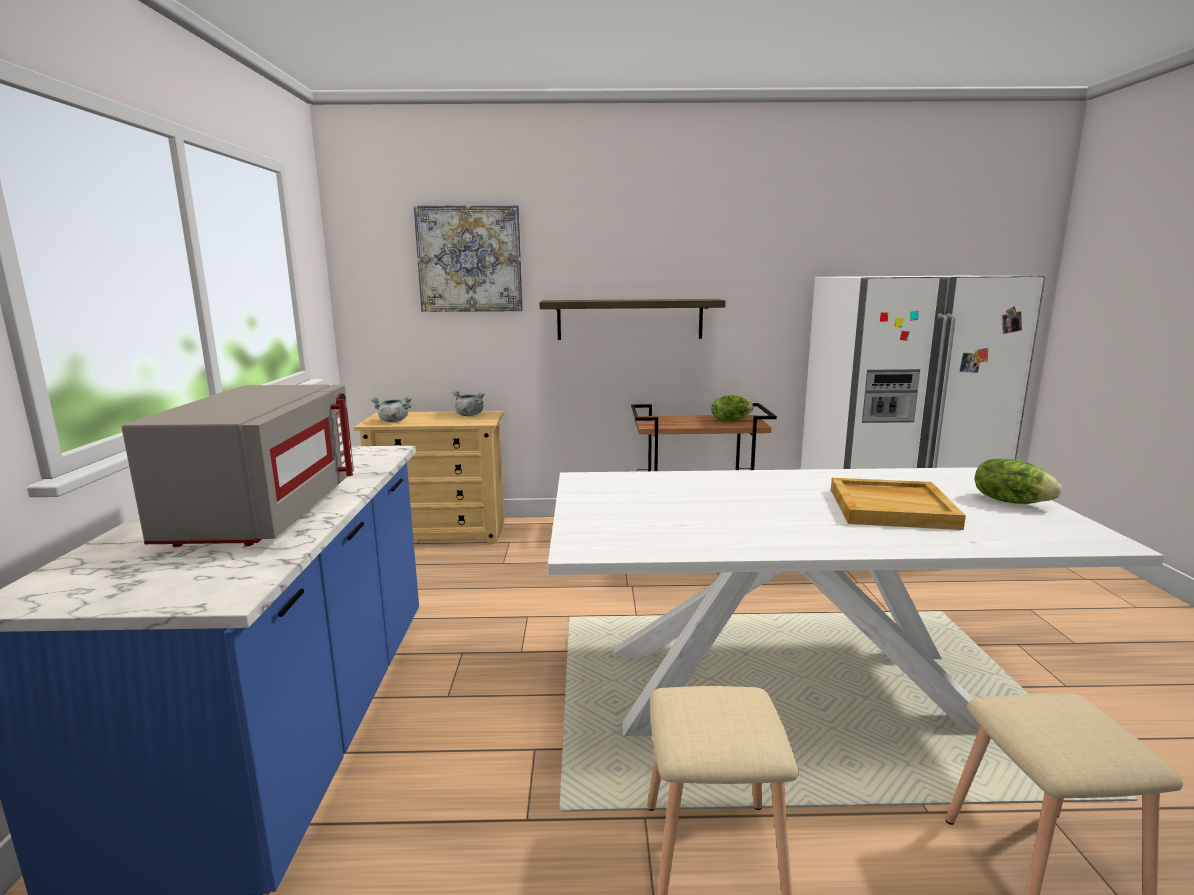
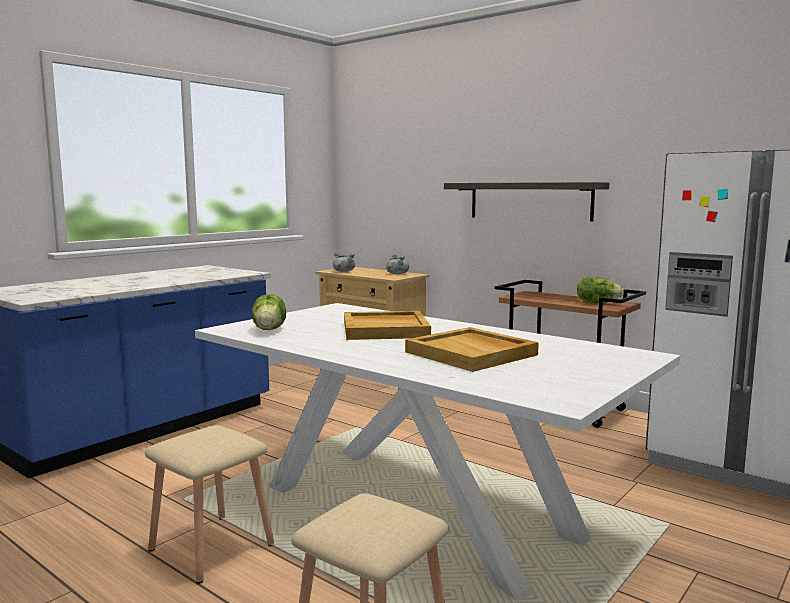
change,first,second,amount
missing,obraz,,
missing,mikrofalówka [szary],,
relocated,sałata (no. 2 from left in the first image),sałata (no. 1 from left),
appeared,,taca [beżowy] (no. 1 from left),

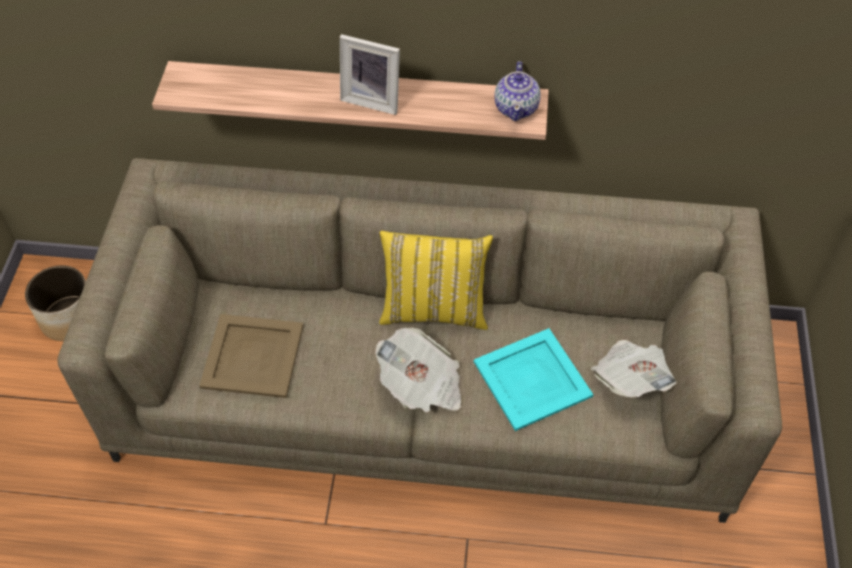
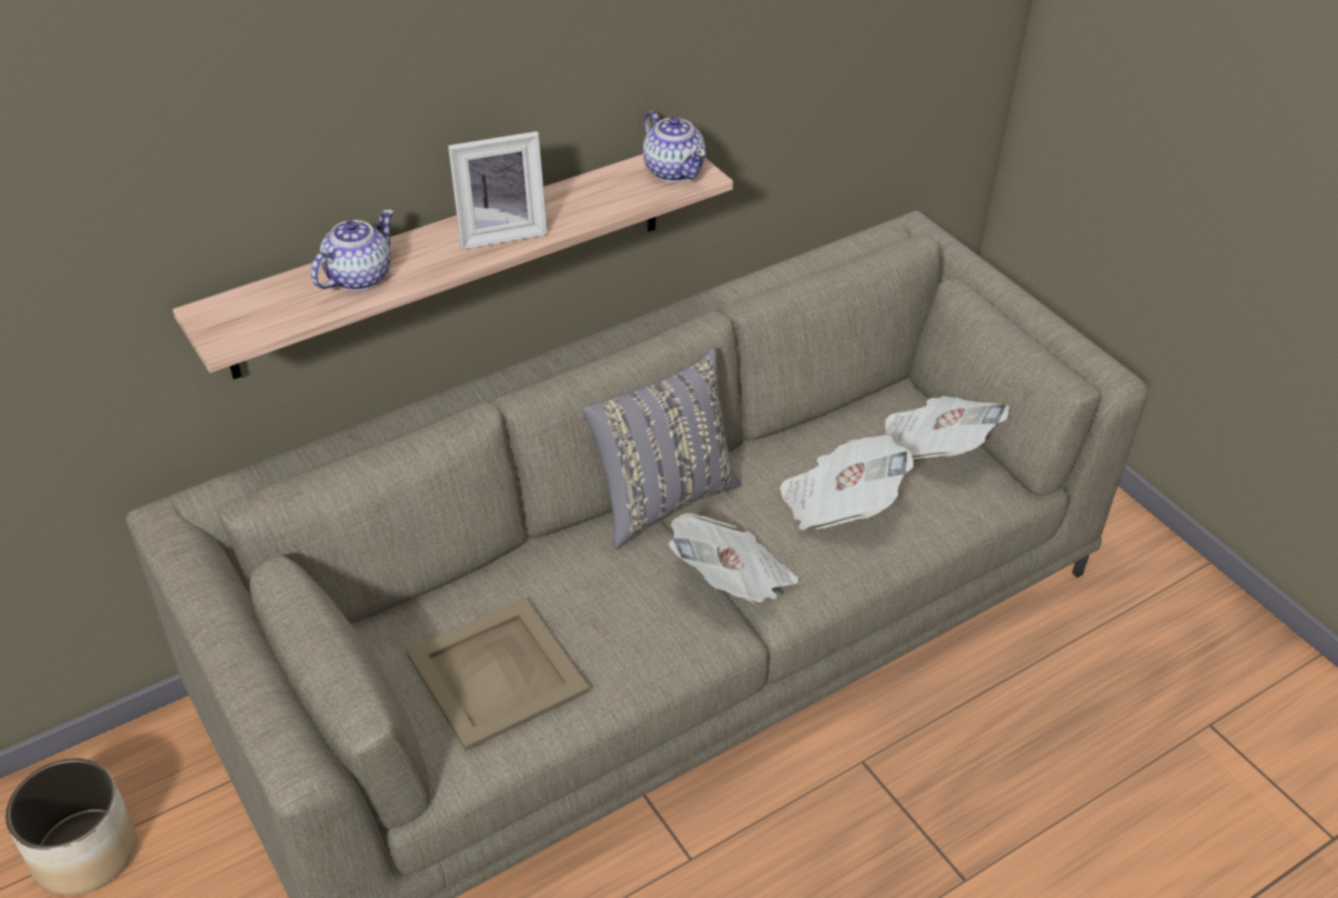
change,first,second,amount
colour,poduszka [żółty],poduszka [szary],
exchanged,taca [turkusowy],gazeta (no. 2 from left),
appeared,,imbryk (no. 1 from left),

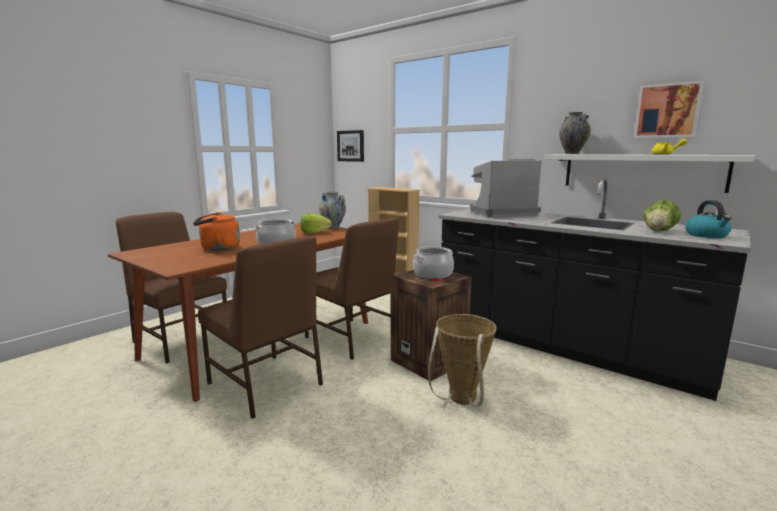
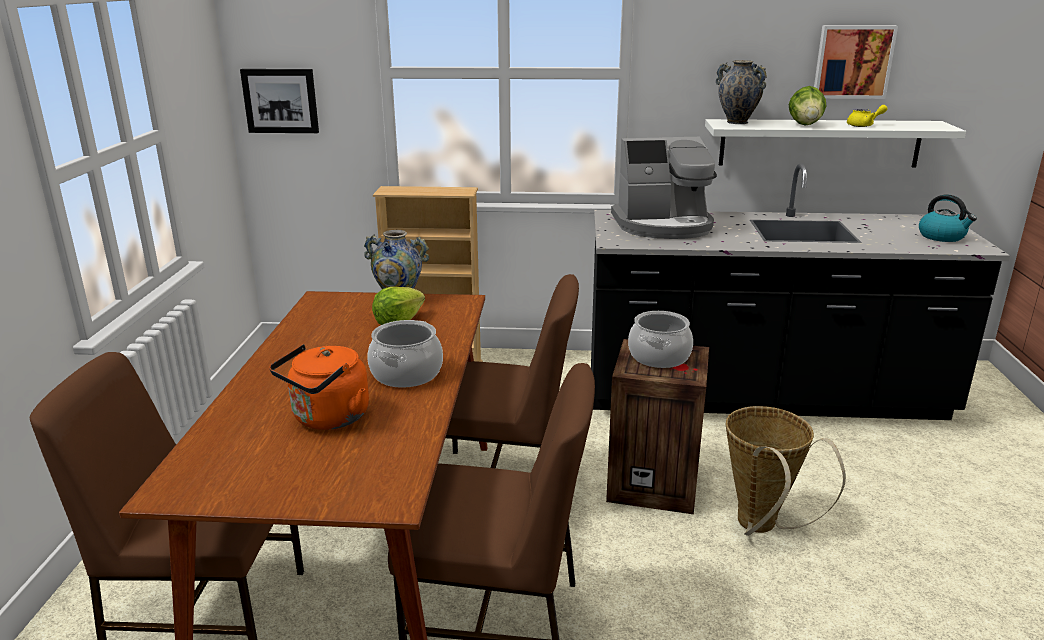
change,first,second,amount
spun,ekspres do kawy,,135 degrees counterclockwise
relocated,sałata (no. 2 from left),,

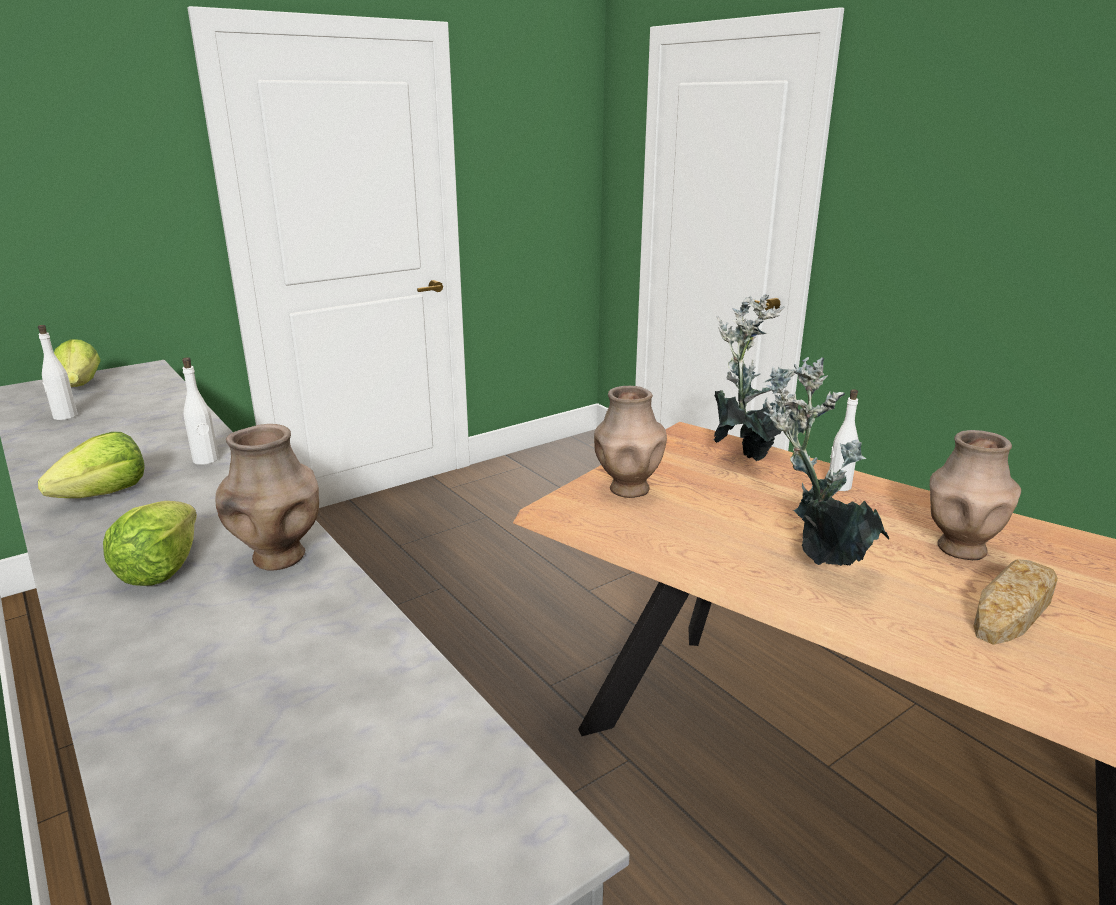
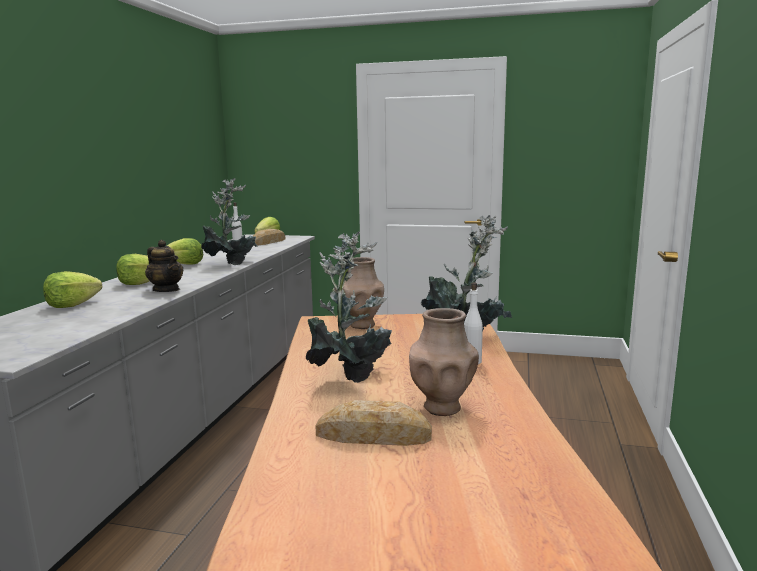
change,first,second,amount
exchanged,butelka [biały] (no. 2 from left),roślina doniczkowa (no. 1 from left),
exchanged,wazon [brązowy] (no. 1 from left),imbryk,
appeared,,chleb (no. 1 from left),
appeared,,sałata (no. 1 from left),

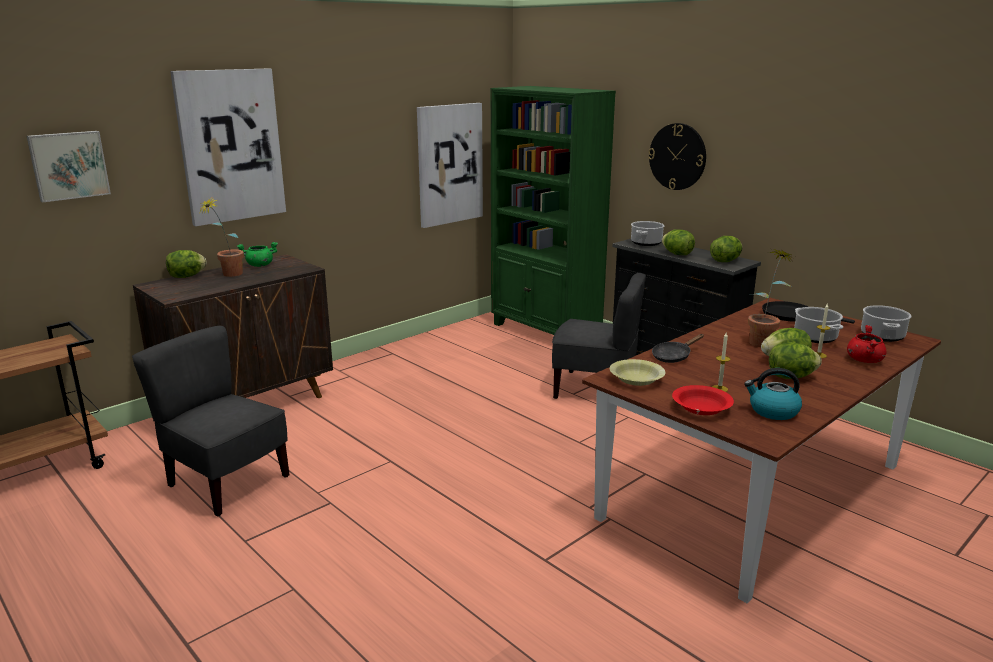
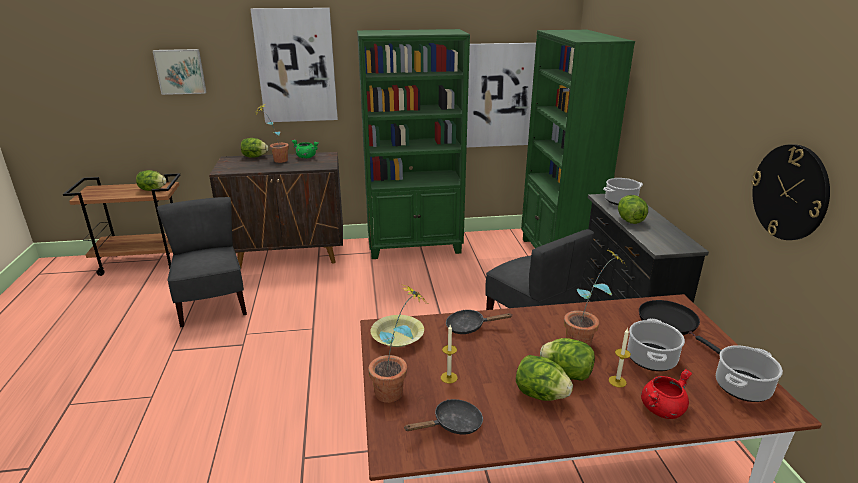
change,first,second,amount
relocated,zegar ścienny,,
relocated,sałata (no. 3 from left in the first image),sałata (no. 1 from left),
exchanged,czajnik,patelnia [czarny] (no. 1 from left),
exchanged,miska [czerwony],roślina doniczkowa (no. 2 from left),
appeared,,regał [zielony] (no. 1 from left),

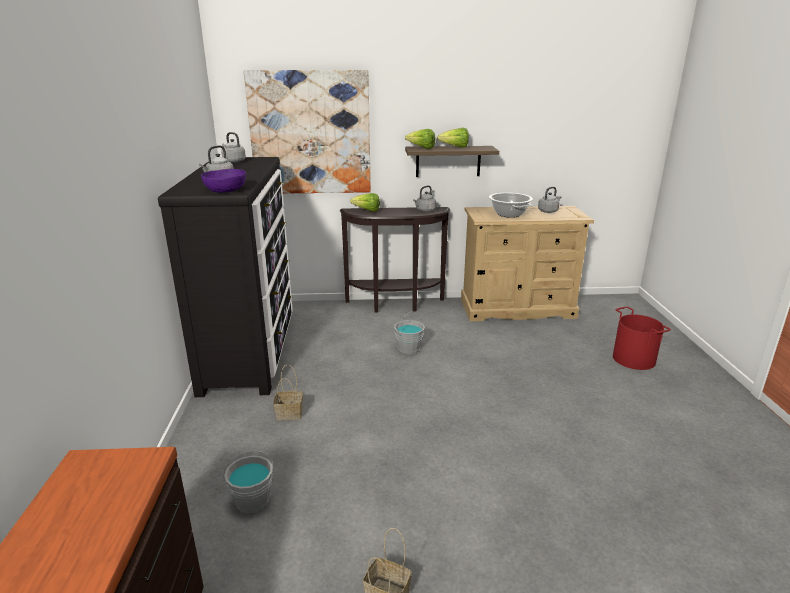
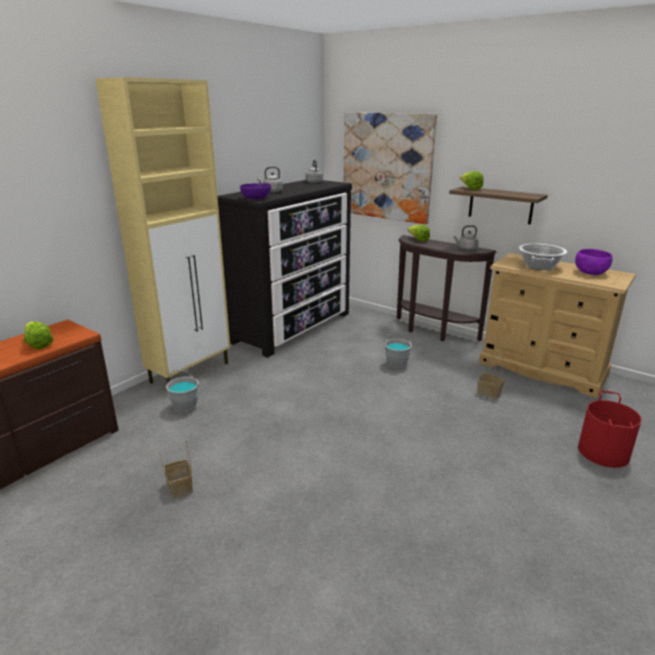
change,first,second,amount
relocated,sałata (no. 3 from left in the first image),sałata (no. 1 from left),
exchanged,czajnik [szary] (no. 4 from left),miska [fioletowy] (no. 2 from left),
relocated,koszyk (no. 1 from left in the first image),koszyk (no. 2 from left),
appeared,,szafka [beżowy],

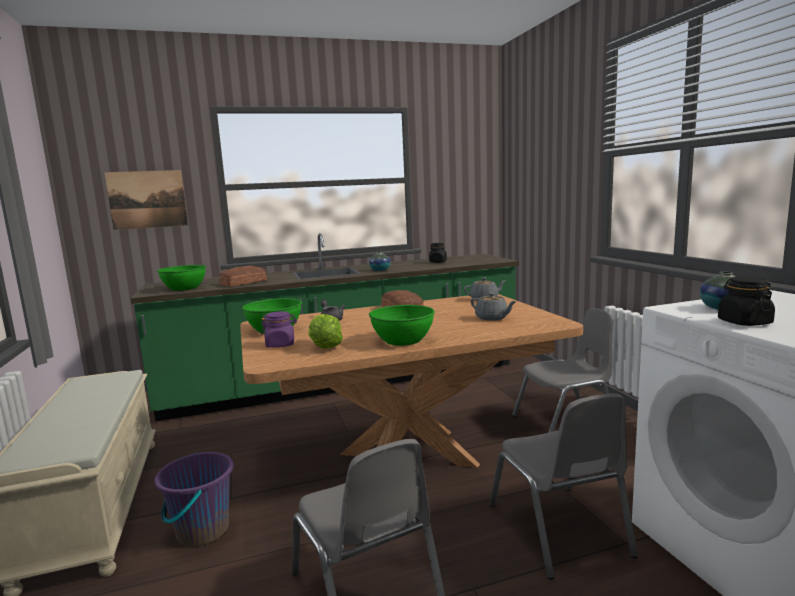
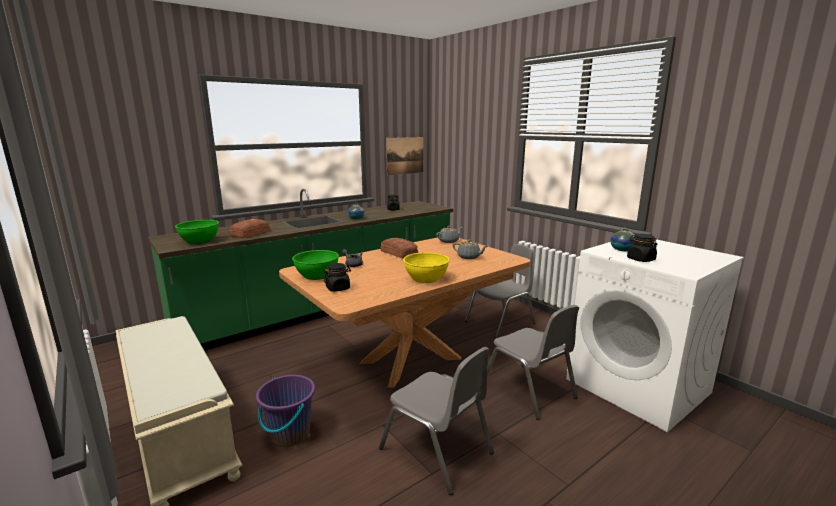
change,first,second,amount
relocated,obraz,,
colour,miska [zielony] (no. 3 from left),miska [żółty],
colour,słoik [fioletowy],słoik [czarny] (no. 1 from left),
missing,sałata,,

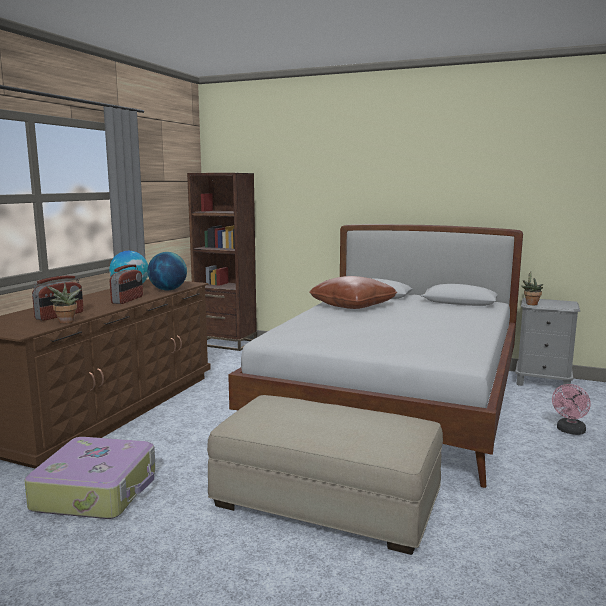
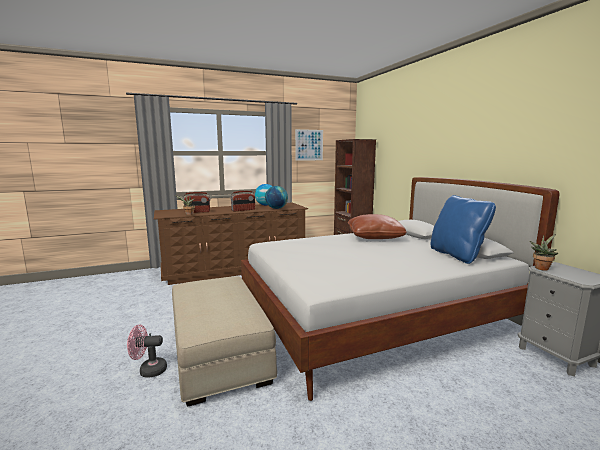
change,first,second,amount
relocated,wentylator [różowy],,
missing,walizka,,
appeared,,obraz,
appeared,,poduszka [niebieski],

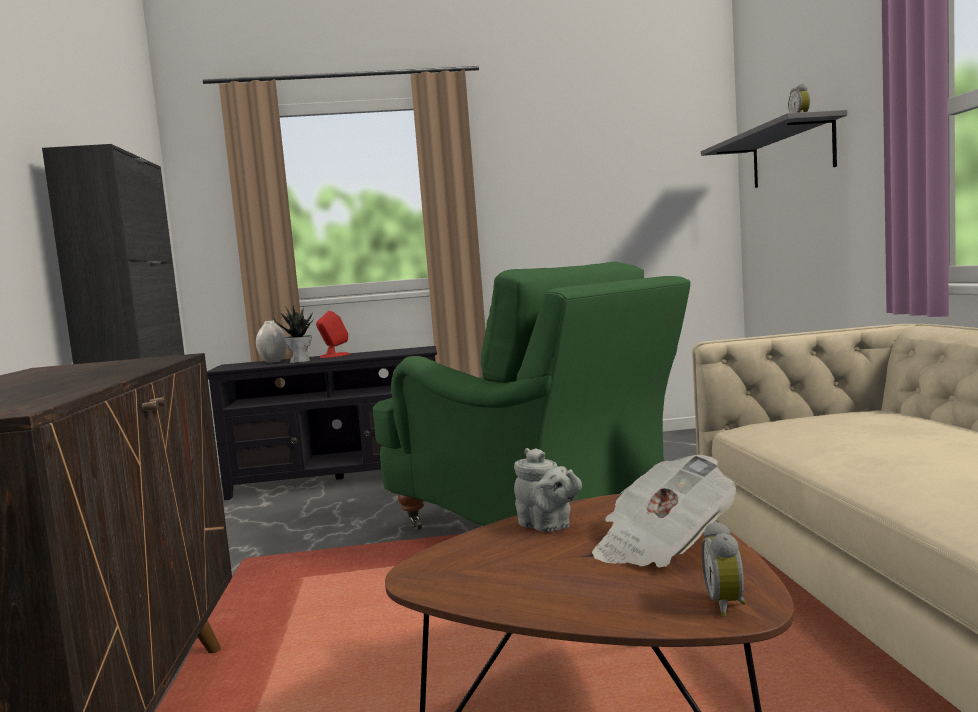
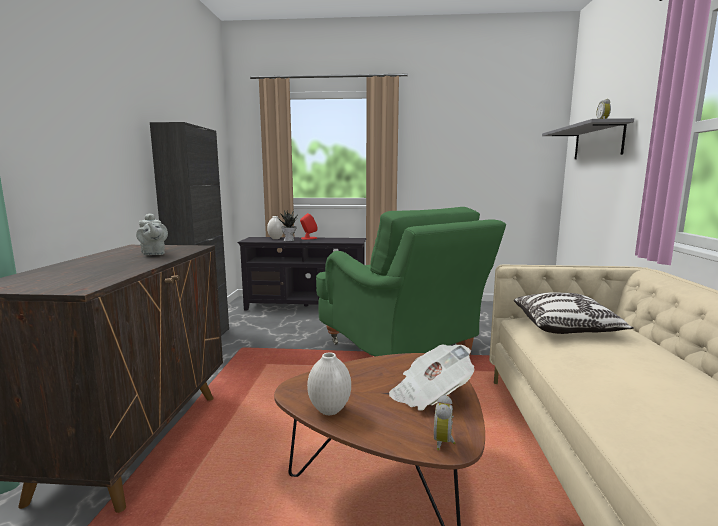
change,first,second,amount
relocated,imbryk [szary],,
appeared,,poduszka,
appeared,,wazon [biały] (no. 2 from left),

